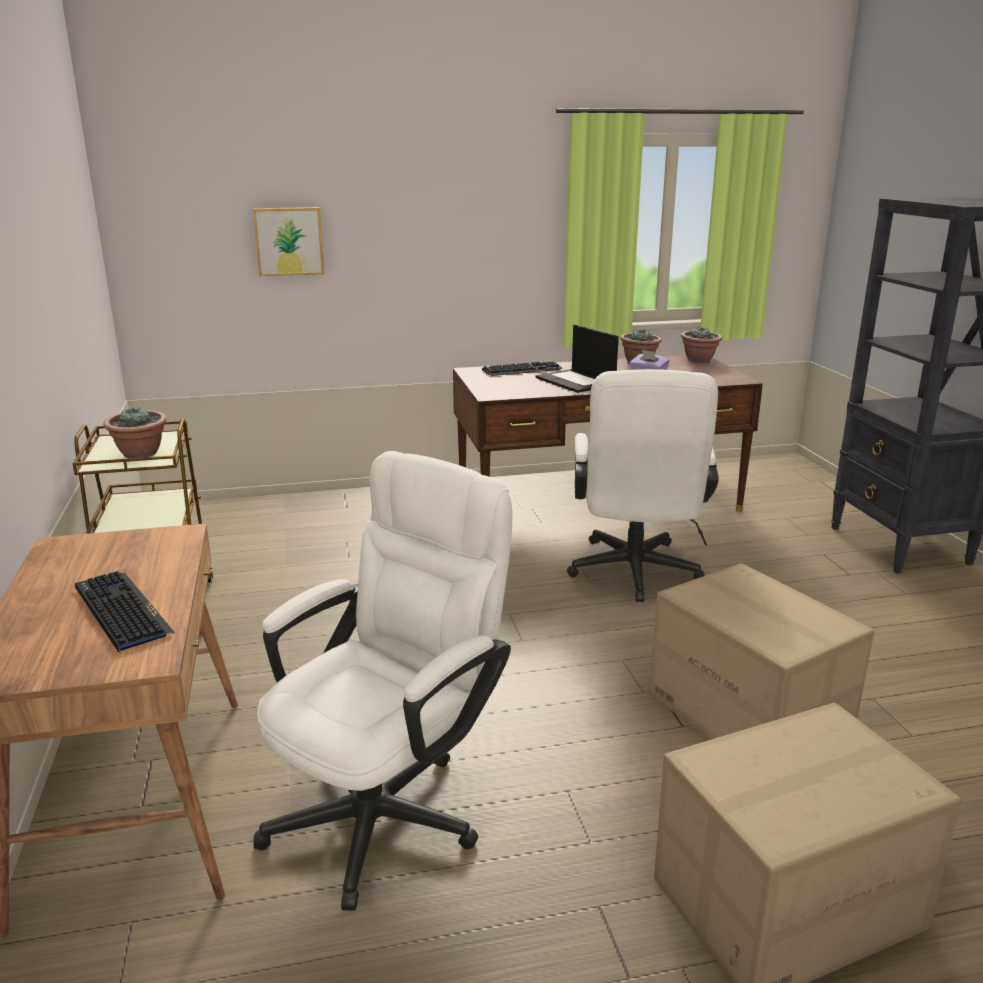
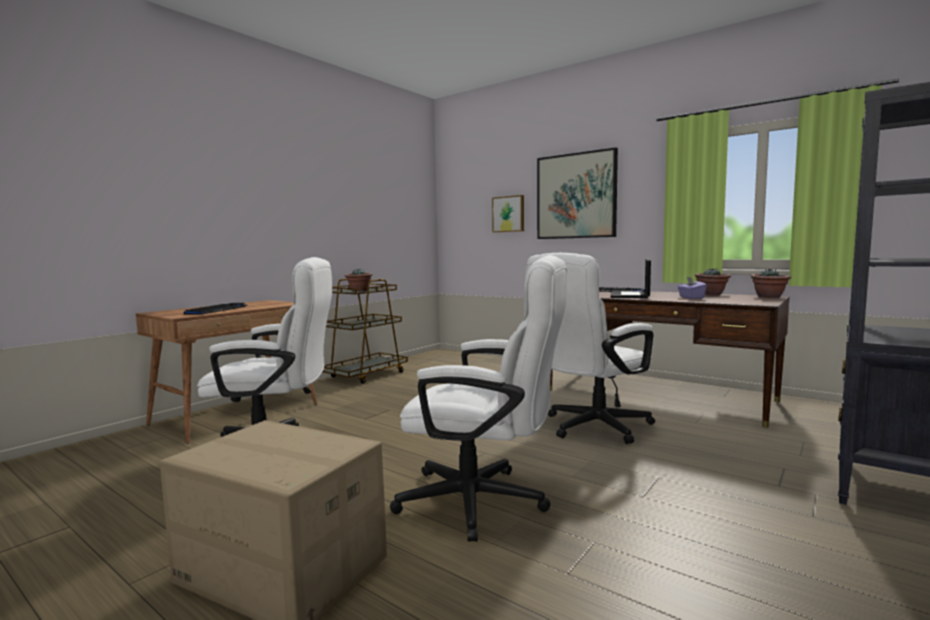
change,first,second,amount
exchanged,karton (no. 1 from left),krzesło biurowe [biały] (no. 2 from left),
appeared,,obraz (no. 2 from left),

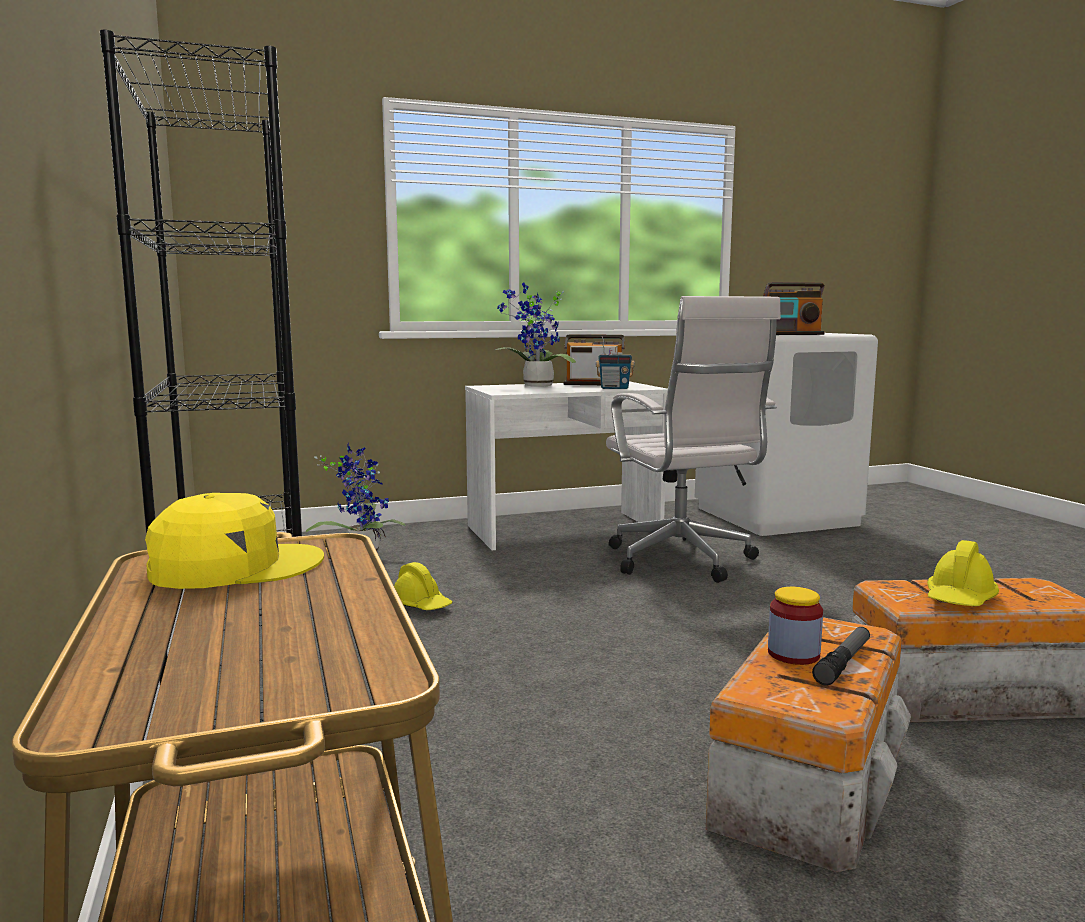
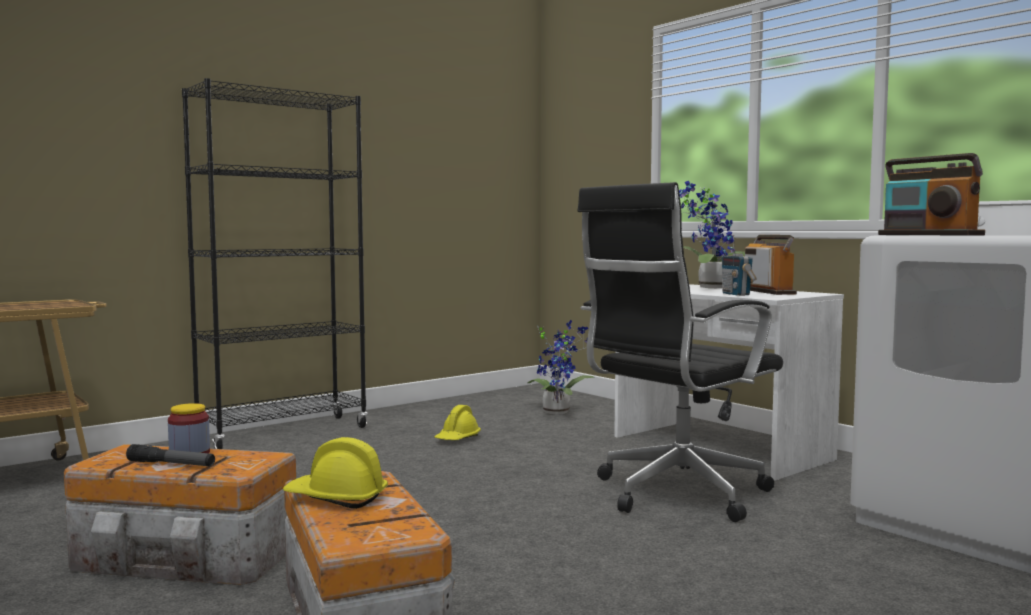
change,first,second,amount
colour,krzesło biurowe [biały],krzesło biurowe [czarny],
missing,czapka z daszkiem [żółty],,

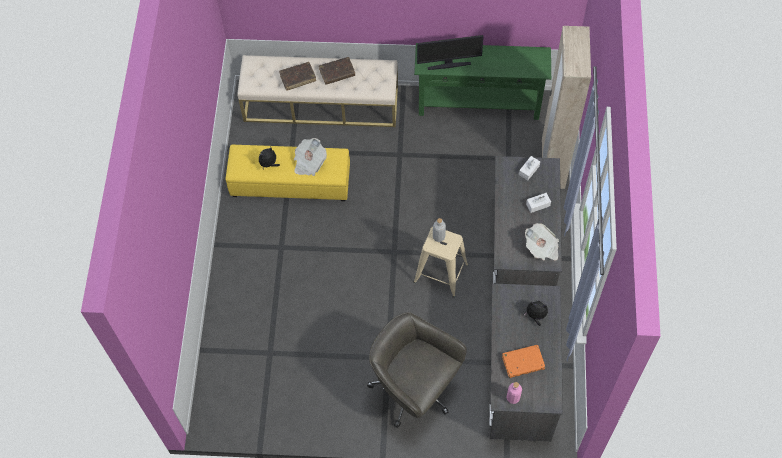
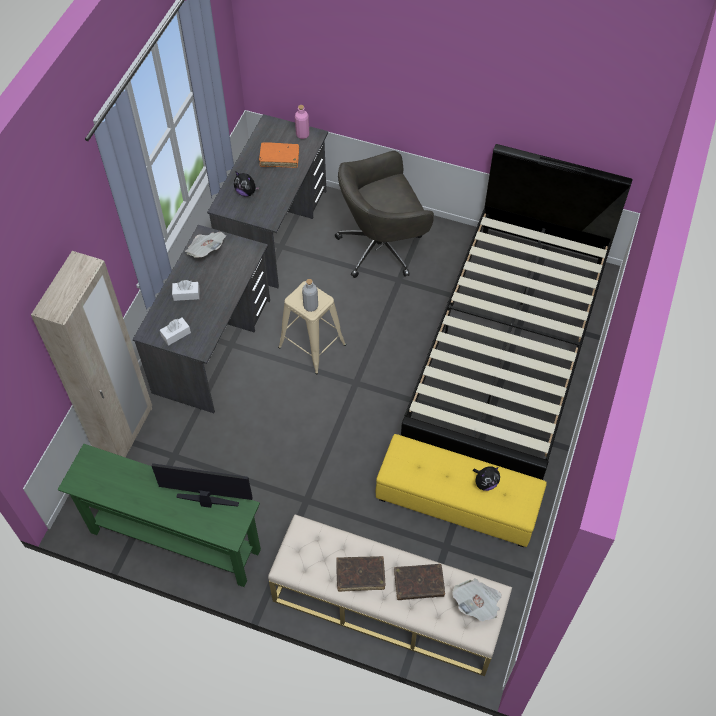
change,first,second,amount
relocated,gazeta (no. 1 from left in the first image),gazeta (no. 2 from left),
spun,krzesło biurowe [szary],,105 degrees clockwise
appeared,,łóżko [czarny],

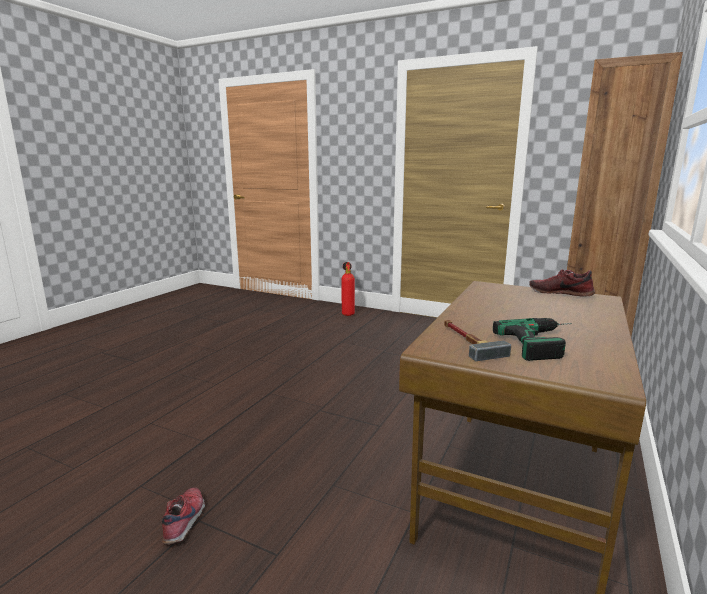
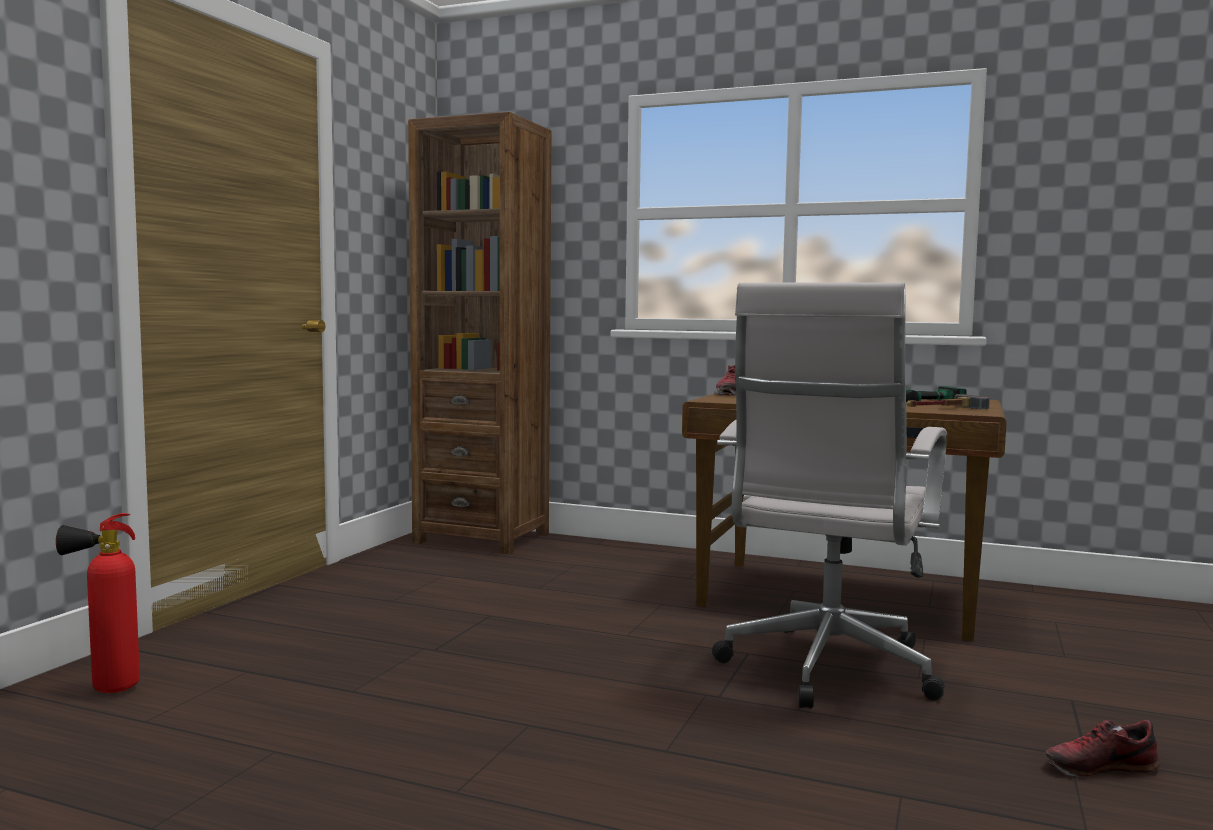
change,first,second,amount
appeared,,krzesło biurowe [biały],

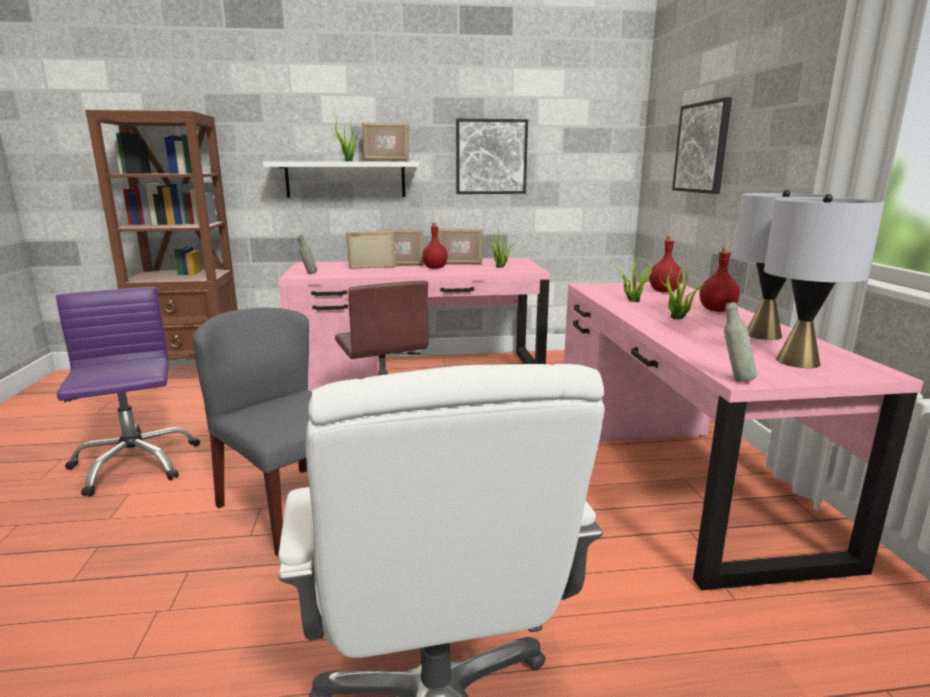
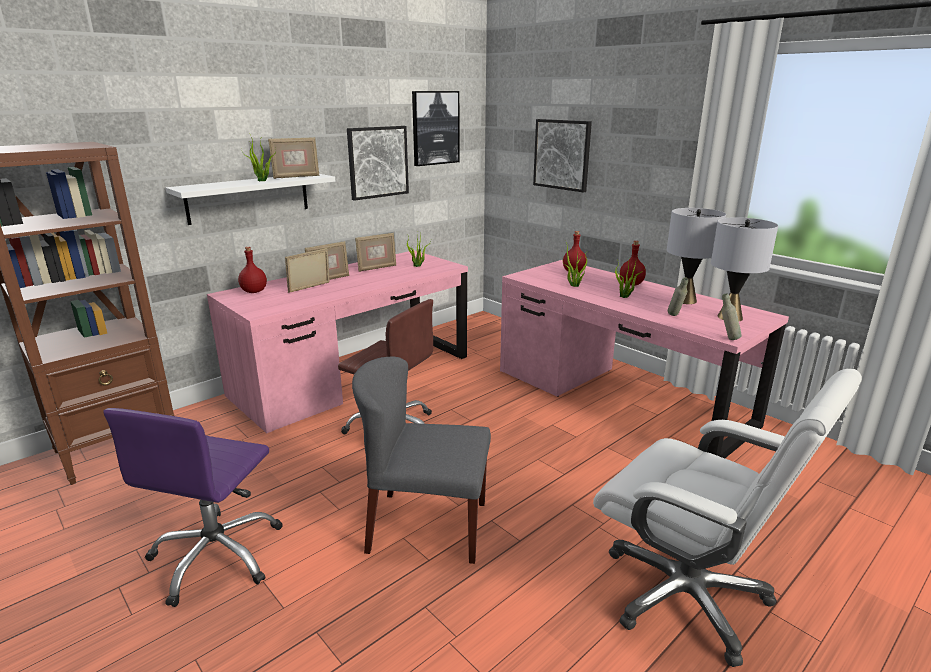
change,first,second,amount
relocated,butelka [czerwony] (no. 1 from left),,
relocated,butelka [szary] (no. 1 from left),,
spun,krzesło biurowe [fioletowy],,105 degrees counterclockwise
appeared,,obraz (no. 2 from left),

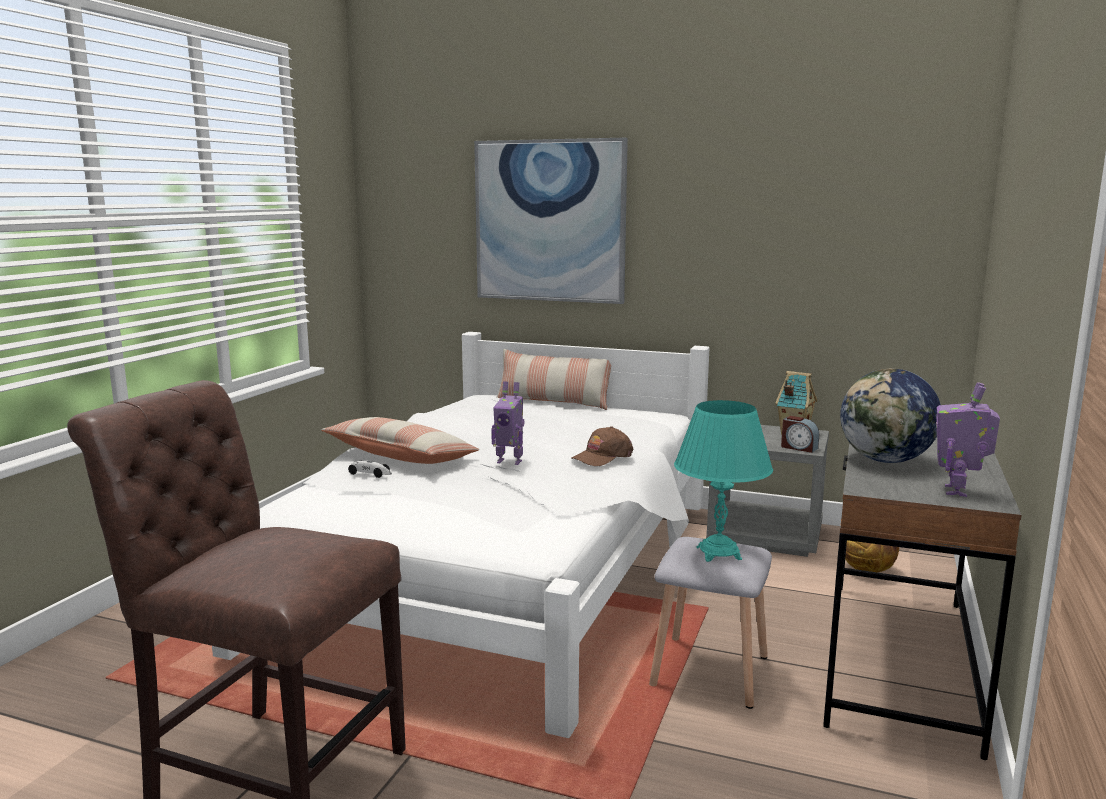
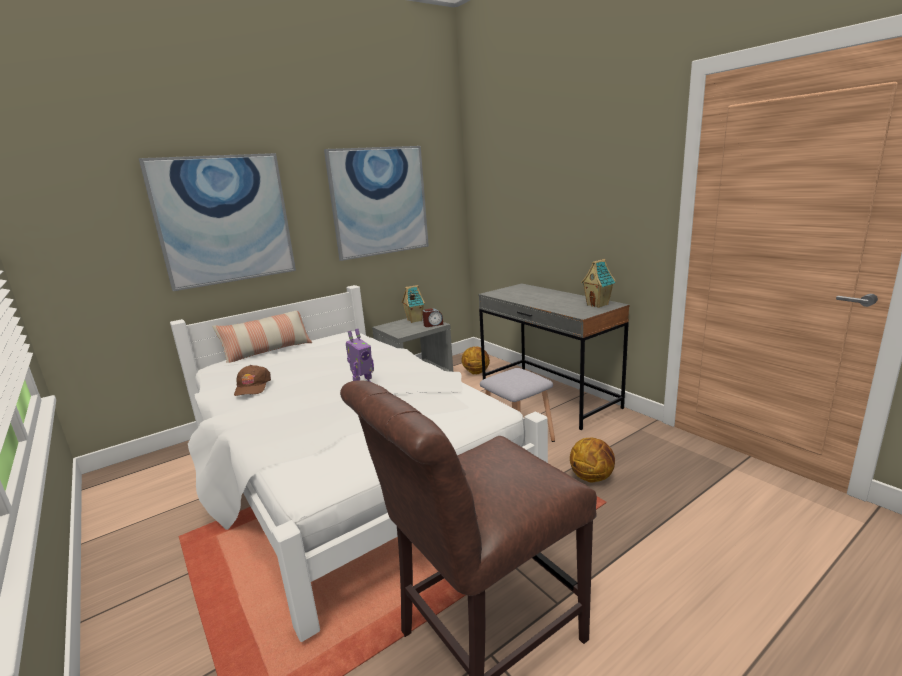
change,first,second,amount
missing,globus,,
exchanged,robot zabawkowy (no. 2 from left),domek (no. 2 from left),
missing,lampa stołowa [turkusowy],,
missing,poduszka (no. 1 from left),,
relocated,czapka z daszkiem [brązowy],,
missing,samochodzik,,
appeared,,obraz (no. 2 from left),
appeared,,piłka do koszykówki (no. 2 from left),

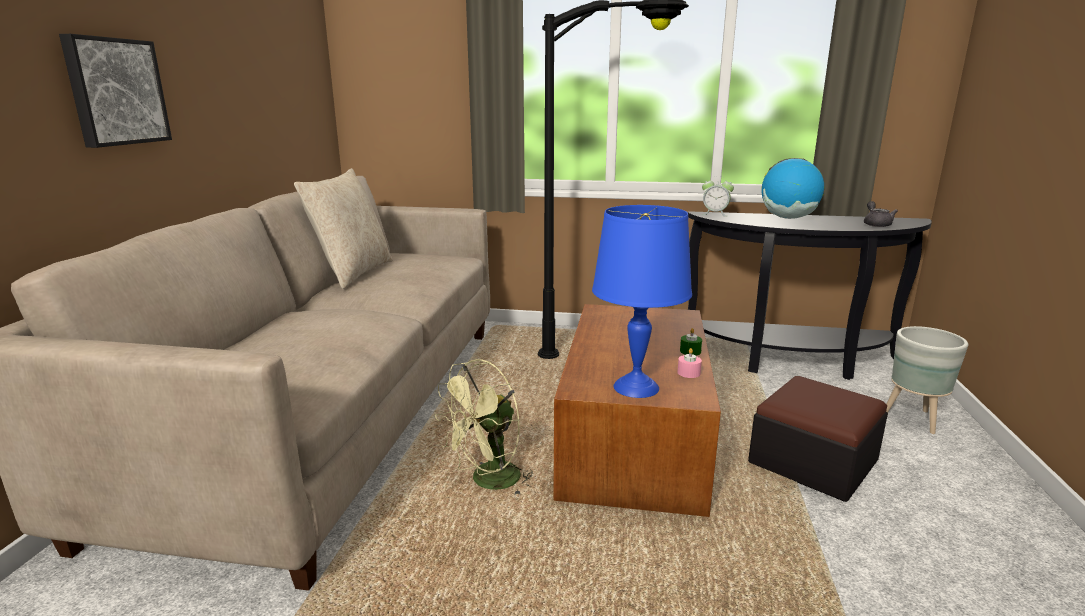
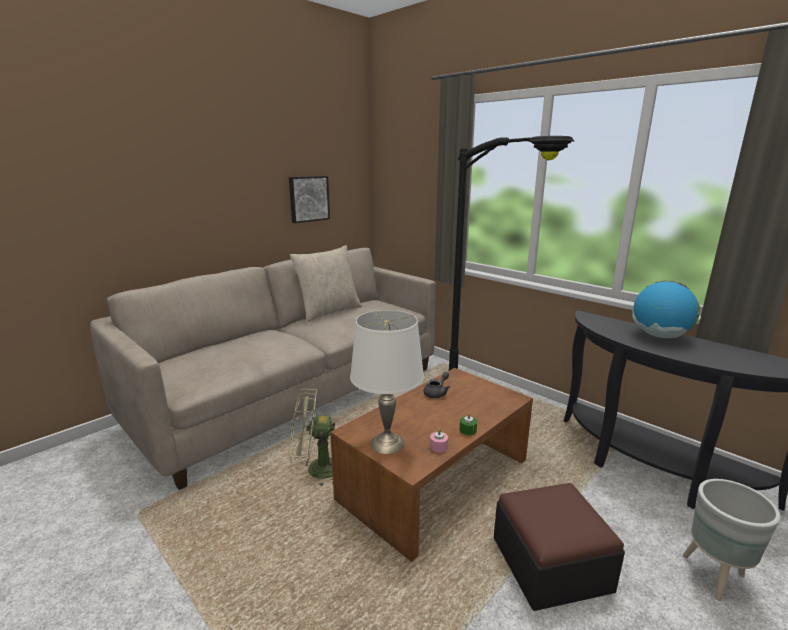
change,first,second,amount
relocated,obraz,,
missing,budzik,,
relocated,imbryk [szary],,
colour,lampa stołowa [niebieski],lampa stołowa [biały],

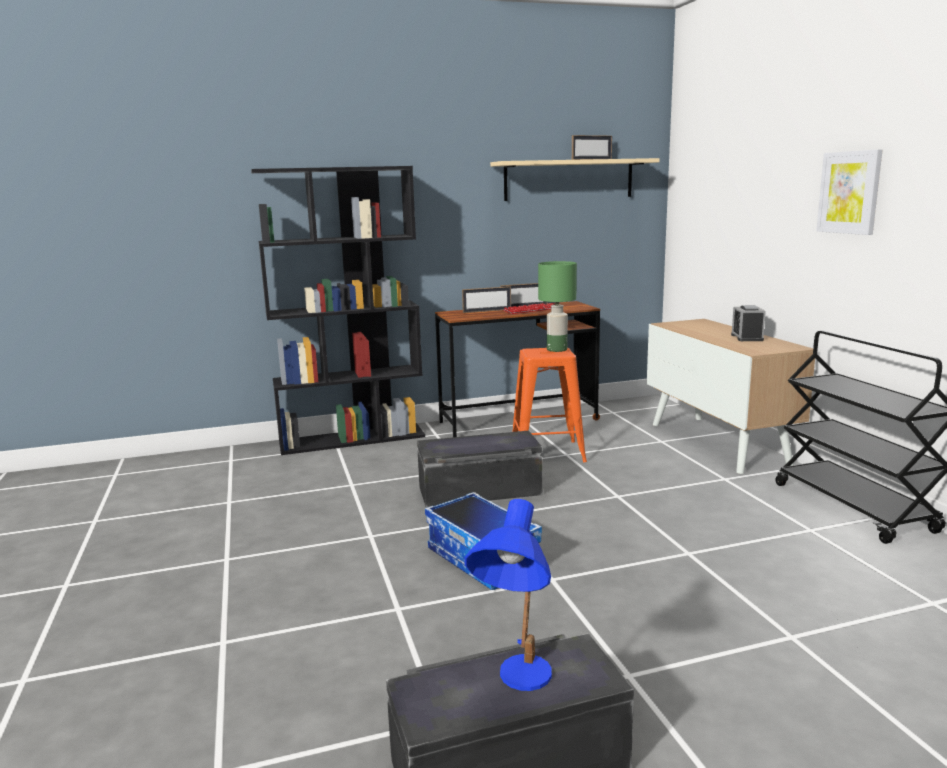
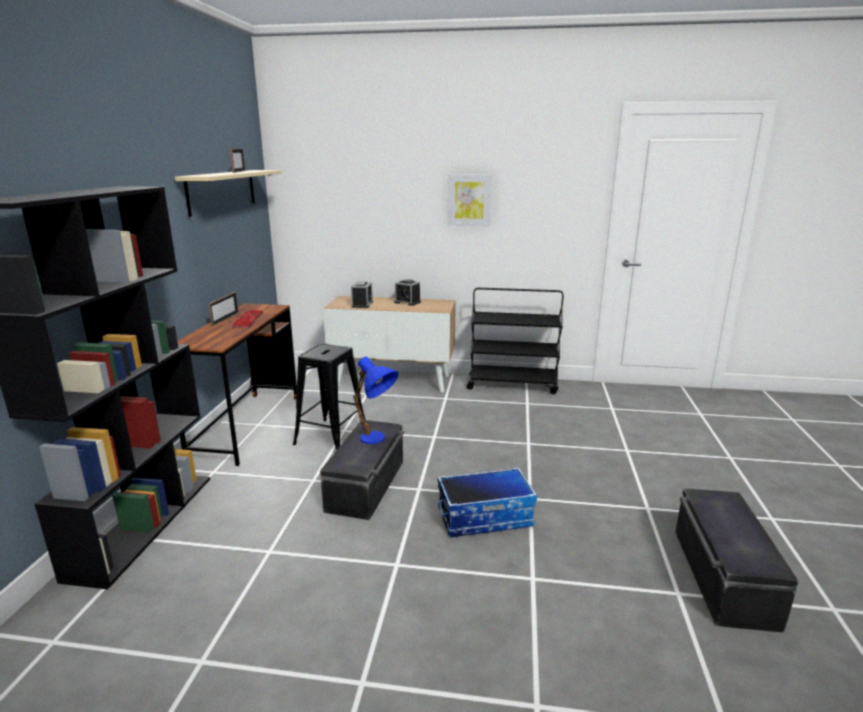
change,first,second,amount
missing,lampa stołowa [zielony],,
missing,ramka na zdjęcie (no. 1 from left),,
colour,stołek [pomarańczowy],stołek [czarny],
relocated,lampa stołowa [niebieski],,
appeared,,budzik (no. 1 from left),

